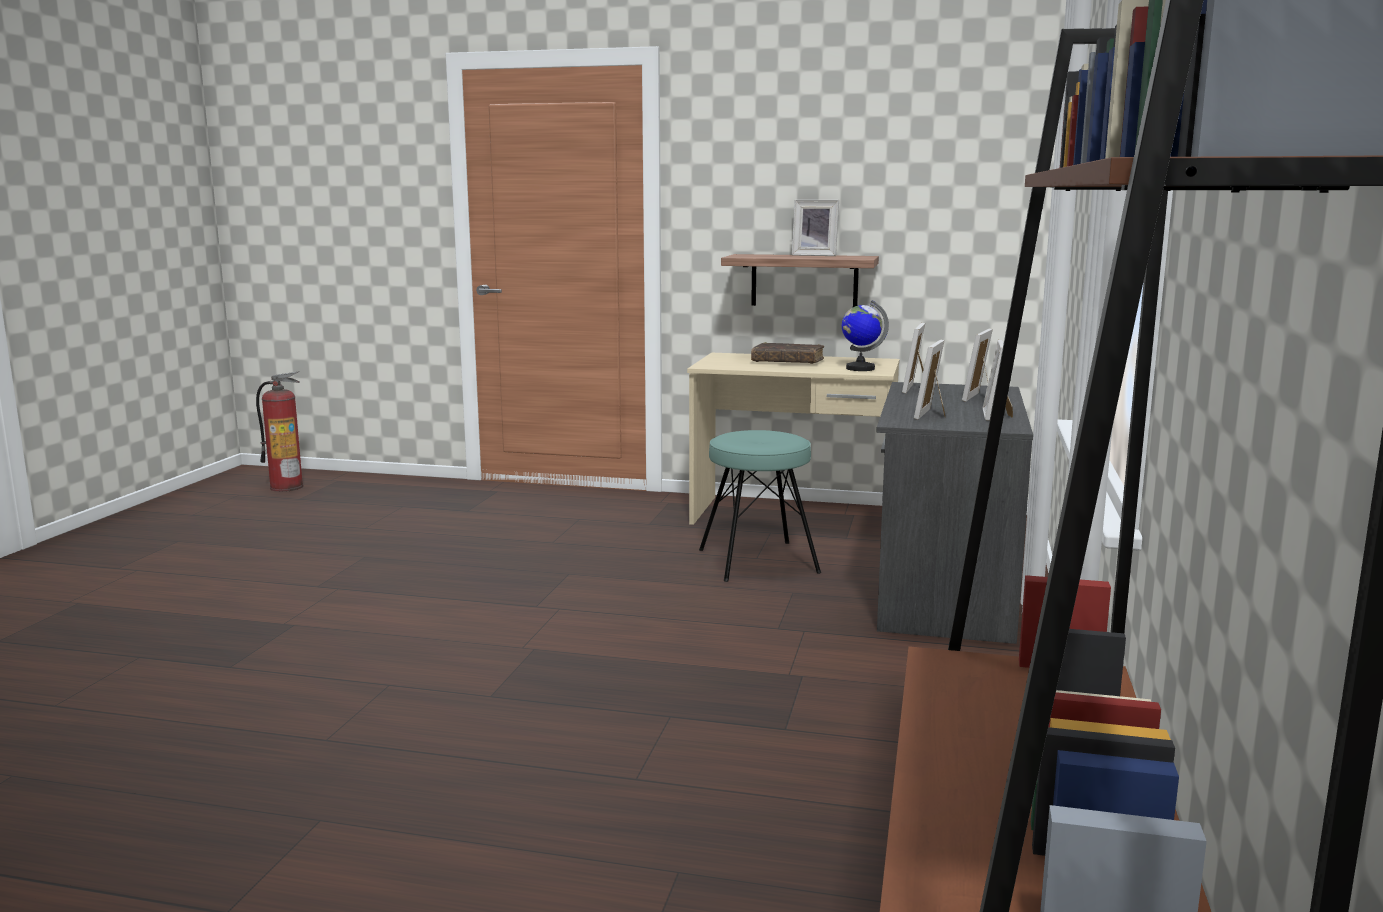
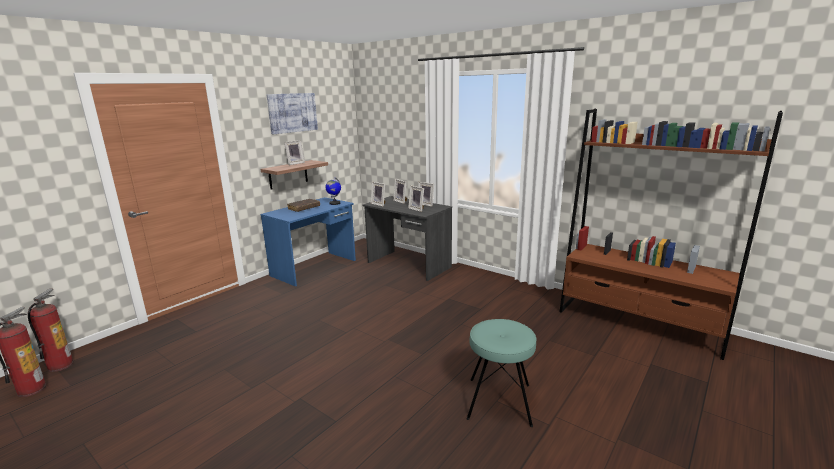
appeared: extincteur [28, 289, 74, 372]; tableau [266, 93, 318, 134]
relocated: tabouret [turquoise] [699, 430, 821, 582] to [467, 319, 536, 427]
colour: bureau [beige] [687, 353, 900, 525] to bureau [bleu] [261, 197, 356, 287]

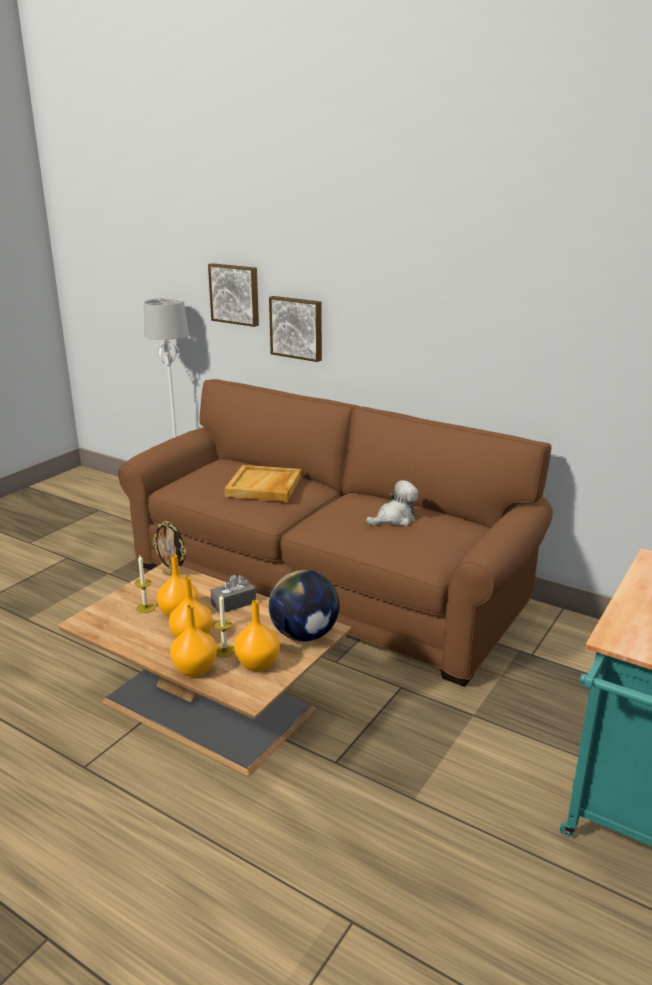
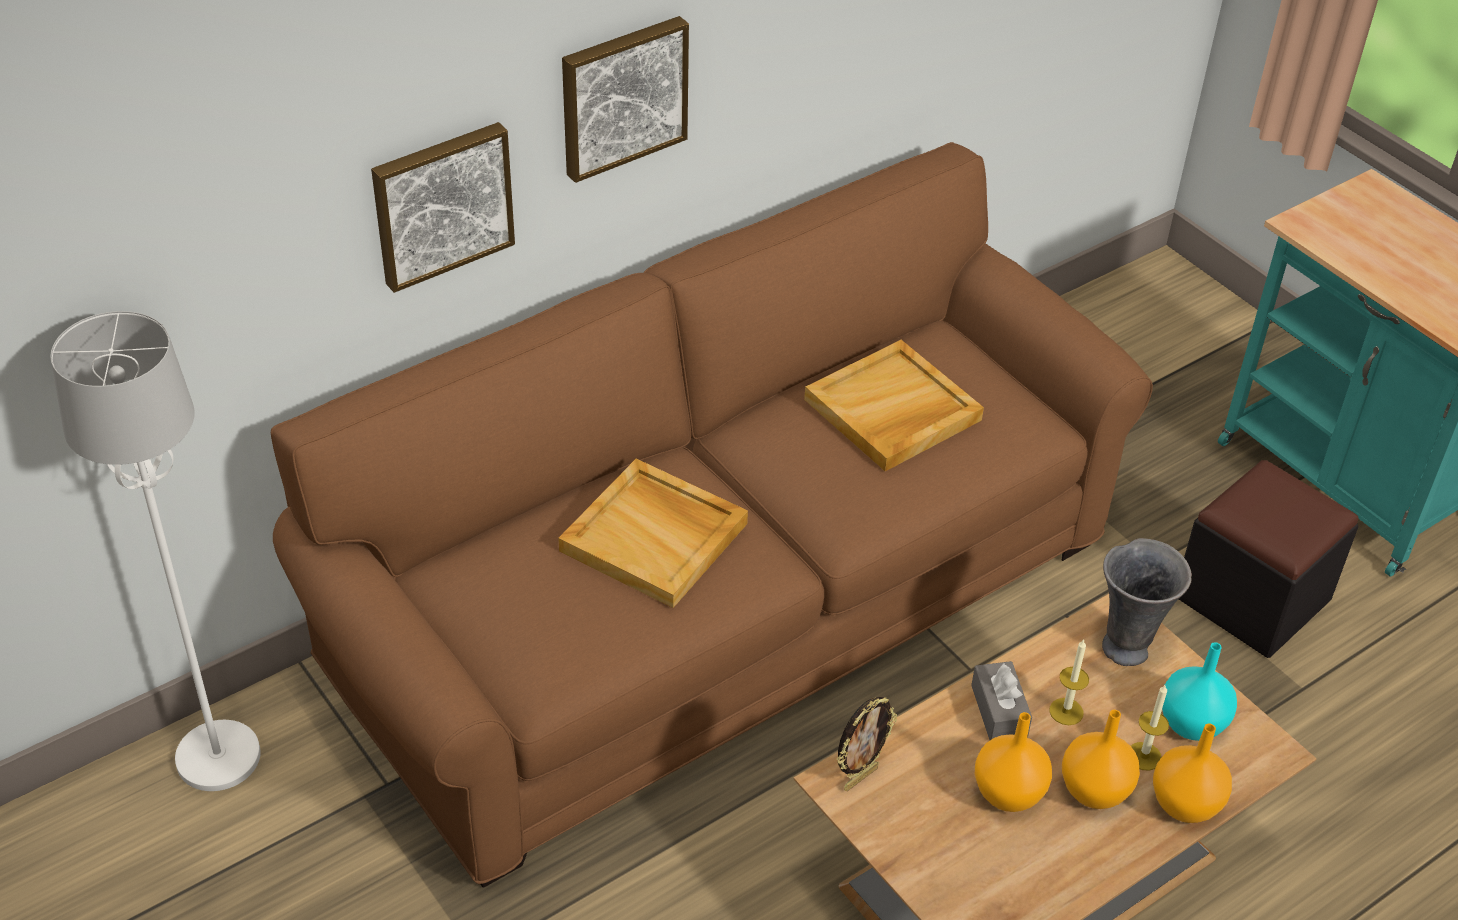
appeared: pouf [noir] [1179, 460, 1359, 658]
relocated: tableau [208, 263, 259, 327] to [562, 16, 689, 183]; bougie [135, 555, 155, 613] to [1049, 639, 1089, 725]
exchanged: peluche [366, 480, 418, 526] to plateau [beige] [804, 340, 984, 471]; globe [269, 570, 340, 641] to vase [gris] [1102, 538, 1192, 666]
colour: vase [orange] [234, 600, 280, 671] to vase [turquoise] [1162, 642, 1237, 741]

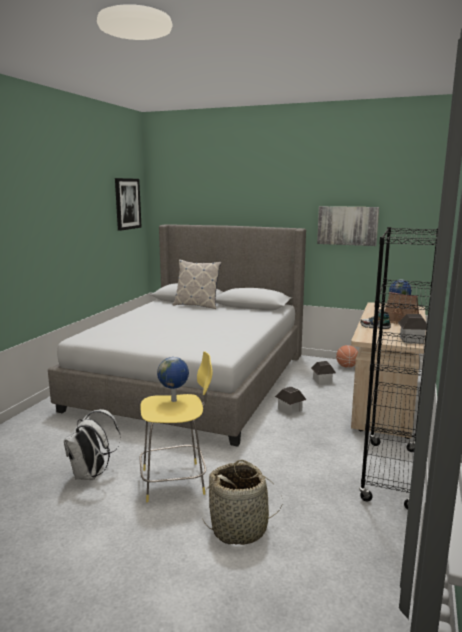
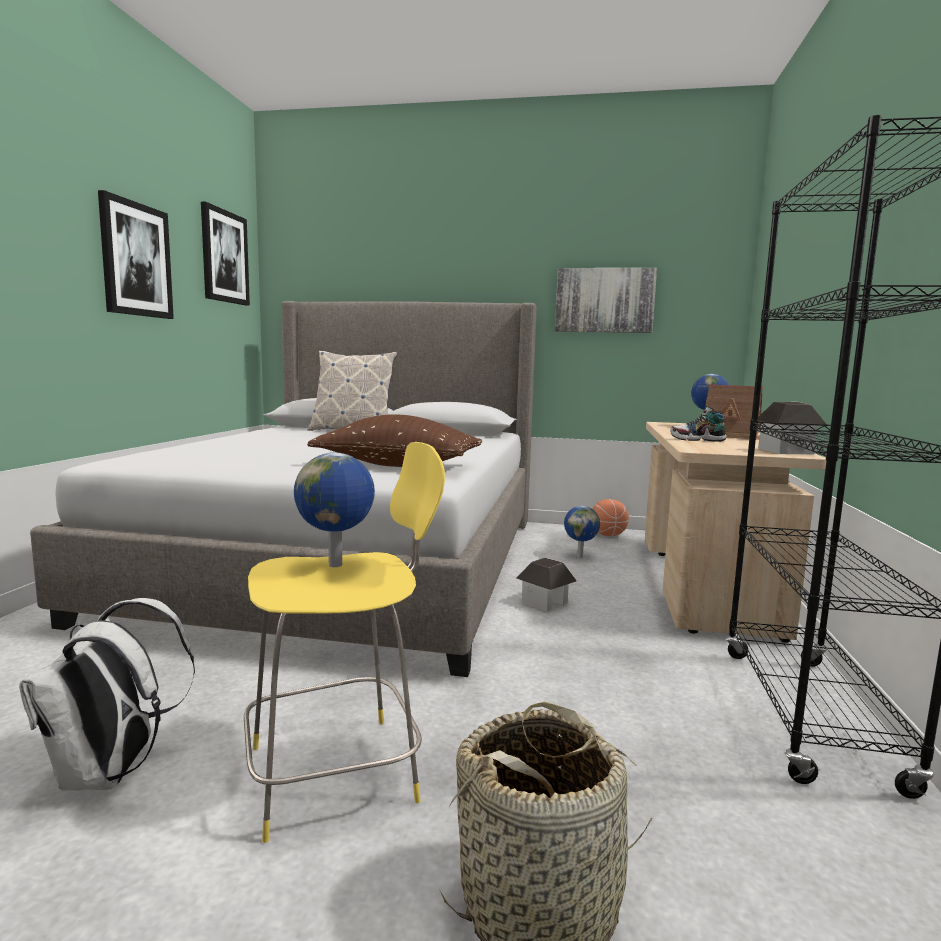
appeared: tableau [98, 190, 174, 319]; coussin [marron] [307, 414, 482, 467]
exchanged: maison miniature [311, 361, 336, 385] to globe [564, 506, 600, 558]

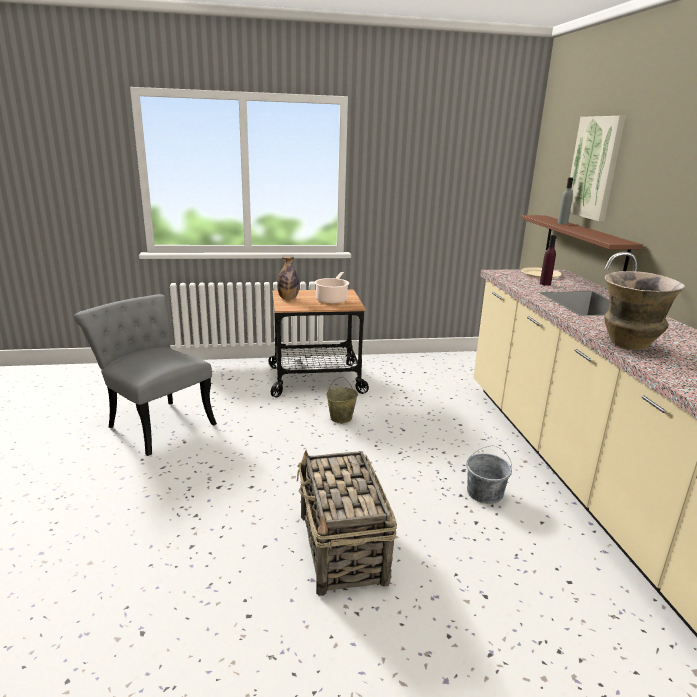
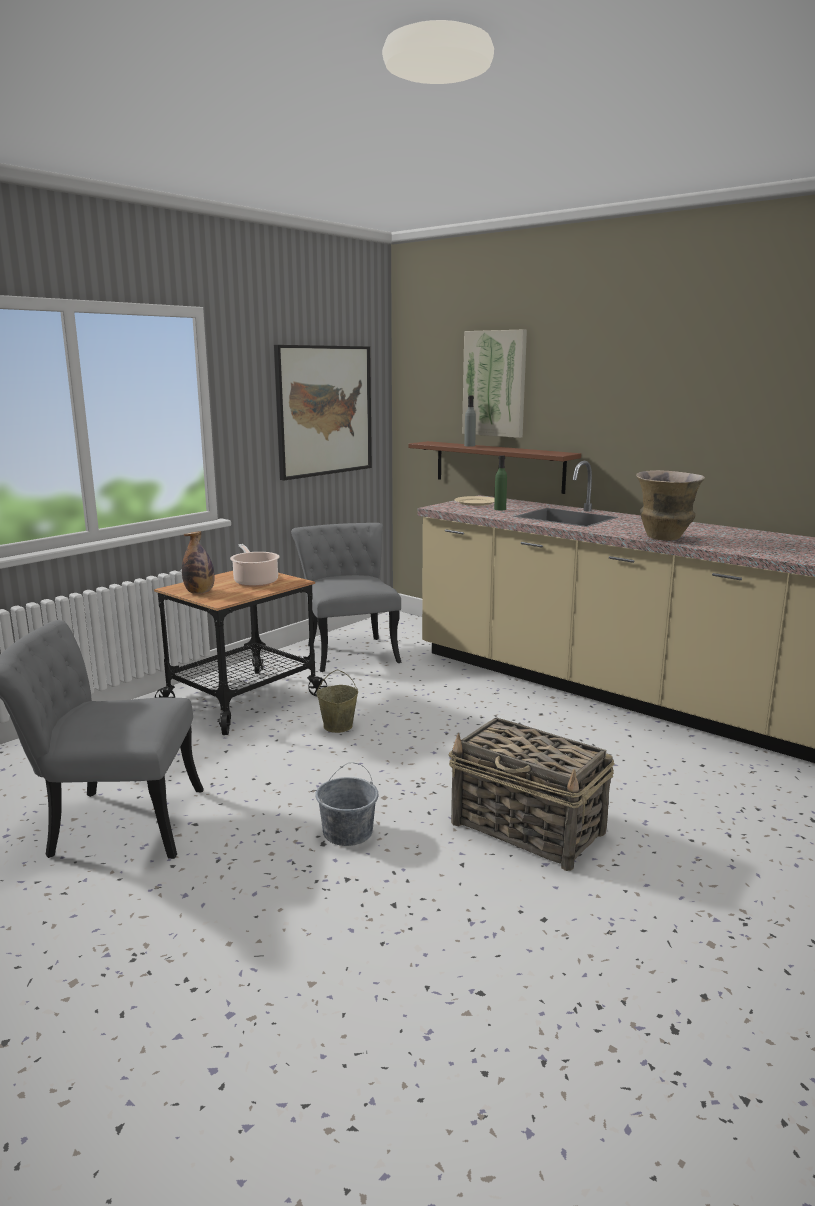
appeared: tableau [274, 345, 372, 480]; chaise [gris] [291, 523, 402, 672]
relocated: seau [gris] [466, 446, 512, 504] to [315, 763, 378, 846]
colour: bouteille [violet] [540, 235, 556, 286] to bouteille [vert] [494, 455, 507, 510]

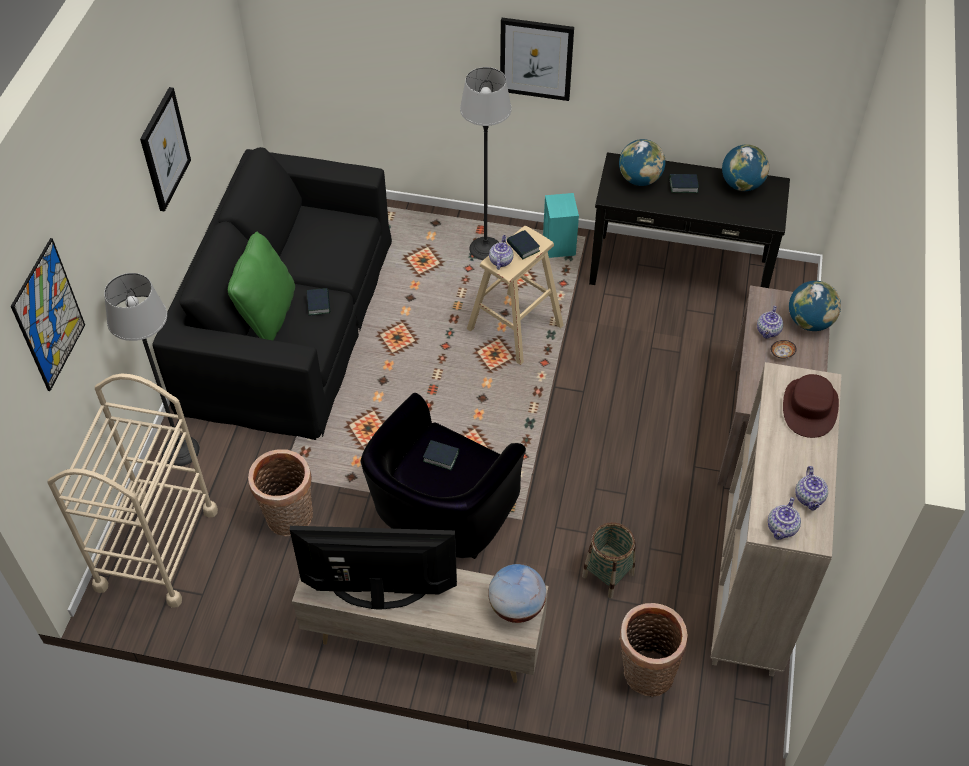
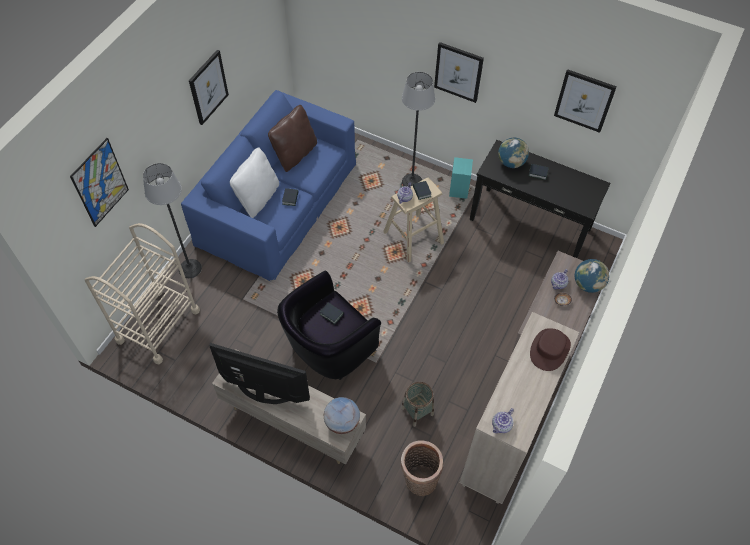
missing: panier [248, 449, 313, 536]; globe [722, 144, 769, 191]; théière [795, 466, 828, 511]
appeared: coussin [marron] [268, 105, 317, 172]; tableau [554, 69, 617, 133]
colour: canapé [noir] [152, 147, 392, 440] to canapé [bleu] [181, 90, 356, 281]; coussin [vert] [228, 232, 295, 340] to coussin [blanc] [230, 147, 279, 218]

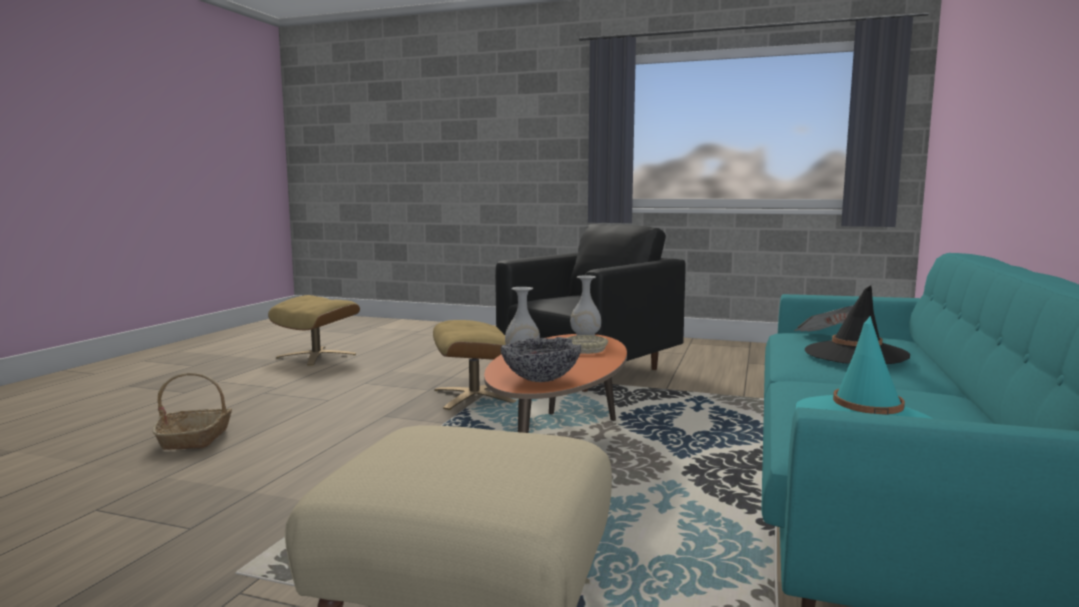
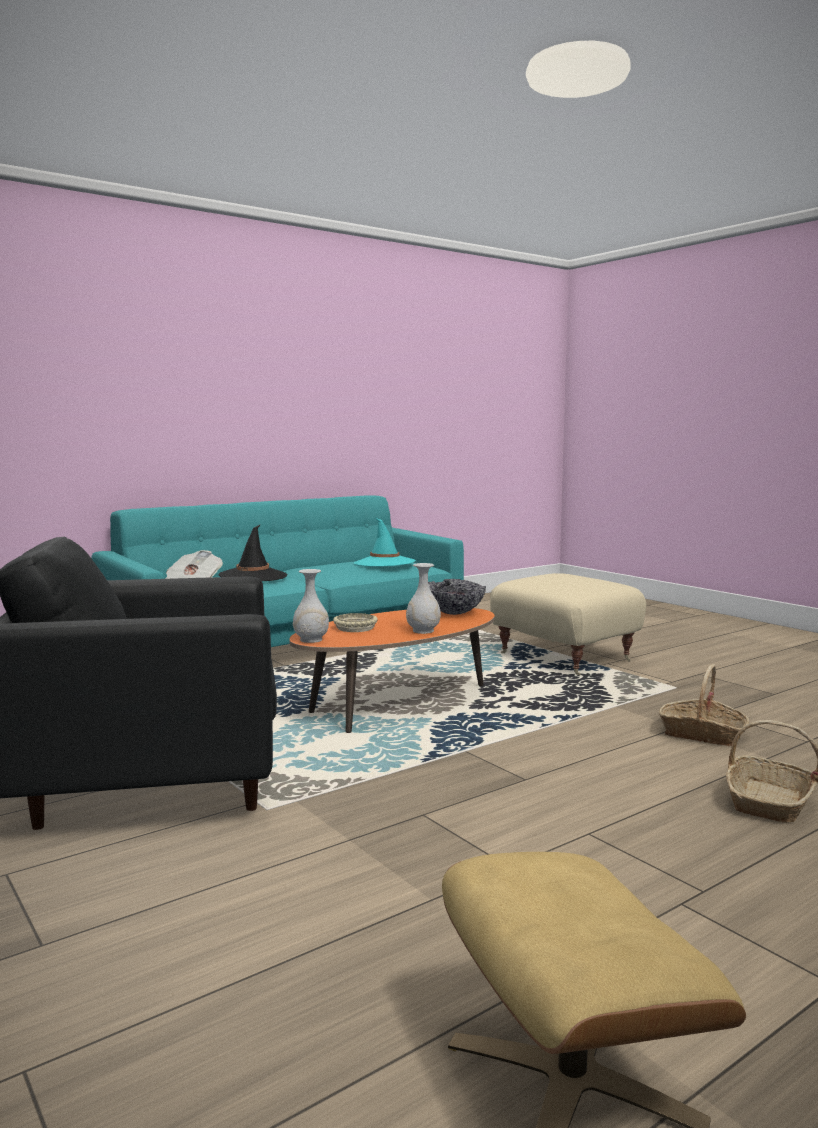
missing: pouf [beige] [433, 320, 517, 410]
appeared: panier [659, 664, 749, 746]

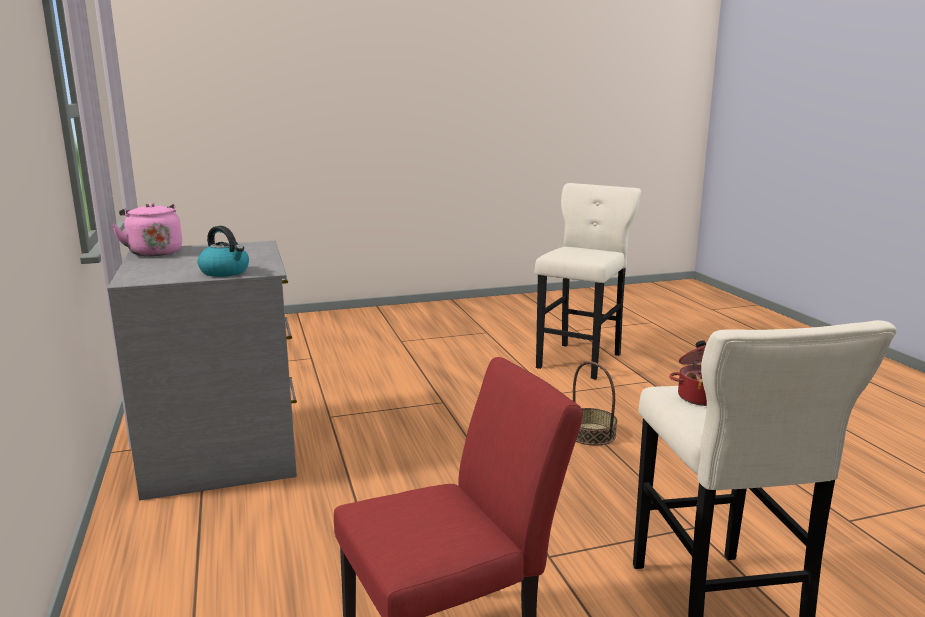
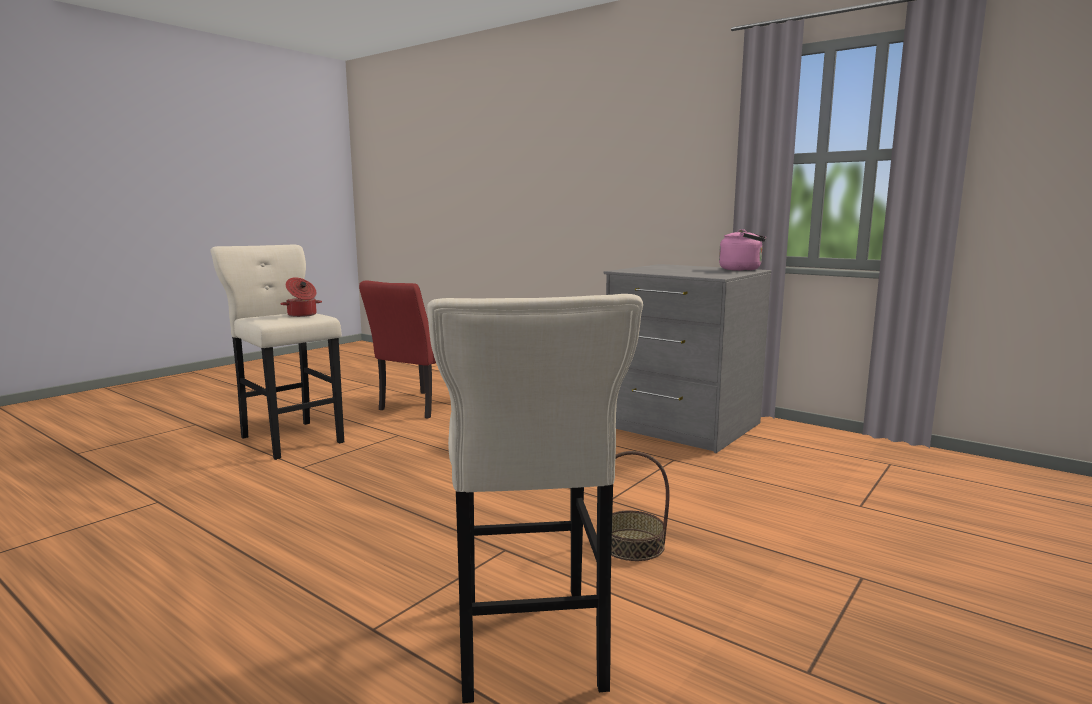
missing: bouilloire [198, 226, 249, 277]
relocated: panier [573, 361, 617, 446] to [611, 451, 670, 561]

